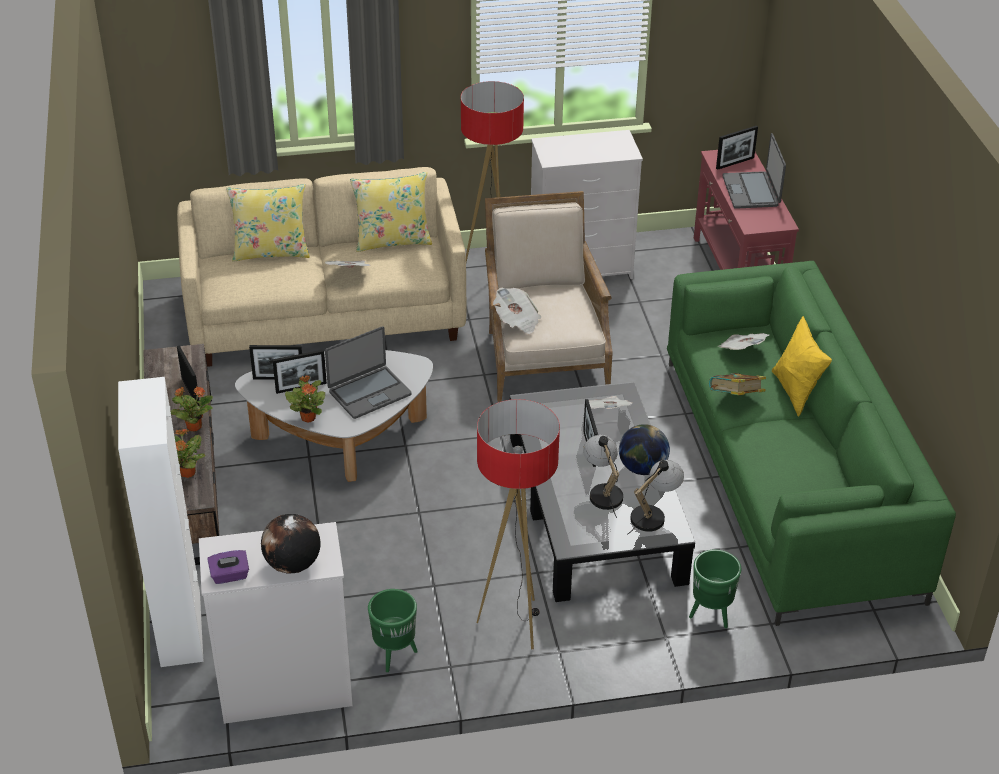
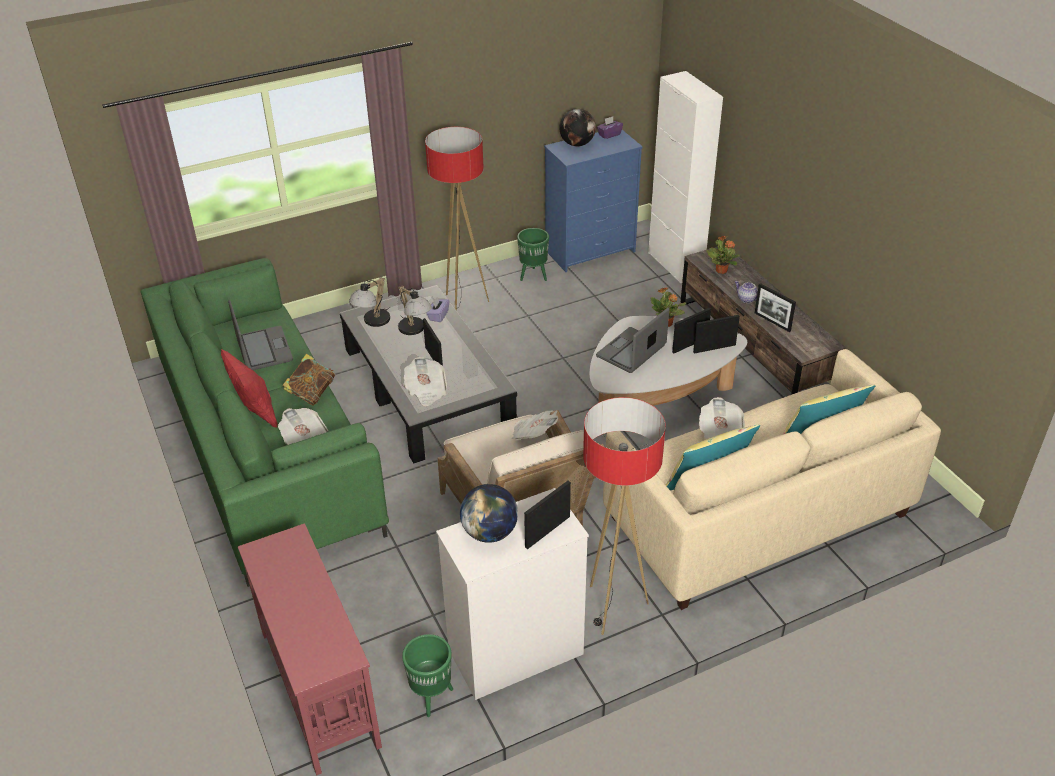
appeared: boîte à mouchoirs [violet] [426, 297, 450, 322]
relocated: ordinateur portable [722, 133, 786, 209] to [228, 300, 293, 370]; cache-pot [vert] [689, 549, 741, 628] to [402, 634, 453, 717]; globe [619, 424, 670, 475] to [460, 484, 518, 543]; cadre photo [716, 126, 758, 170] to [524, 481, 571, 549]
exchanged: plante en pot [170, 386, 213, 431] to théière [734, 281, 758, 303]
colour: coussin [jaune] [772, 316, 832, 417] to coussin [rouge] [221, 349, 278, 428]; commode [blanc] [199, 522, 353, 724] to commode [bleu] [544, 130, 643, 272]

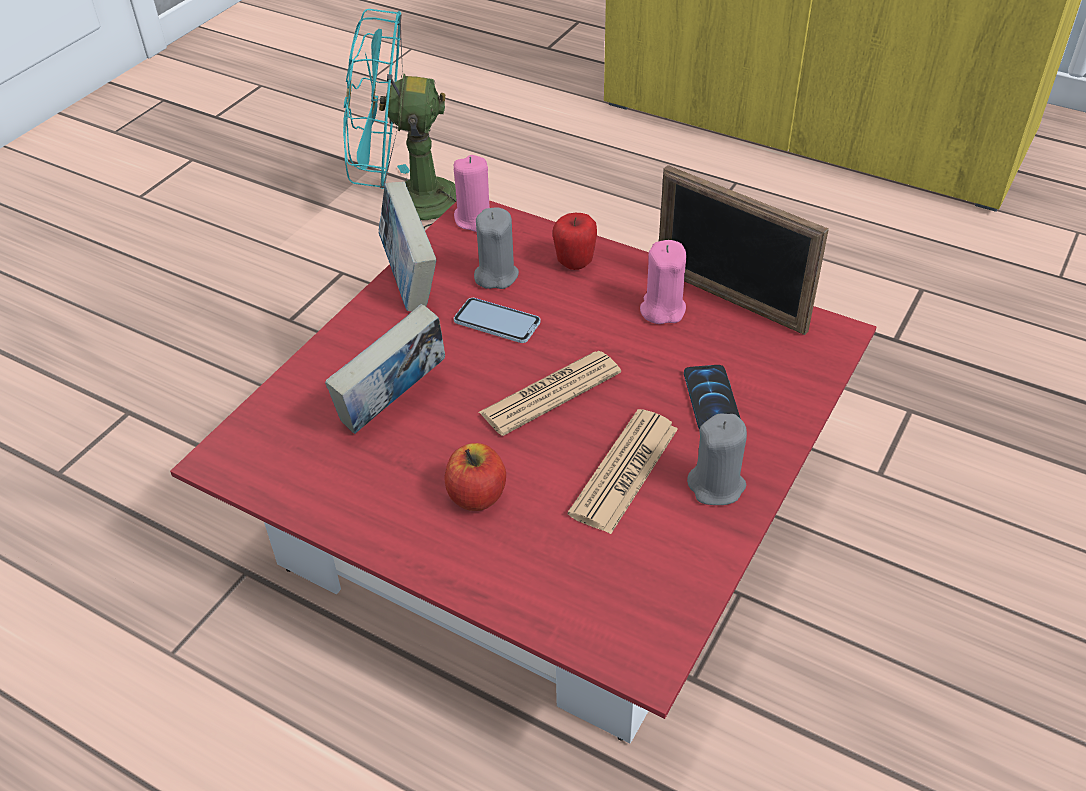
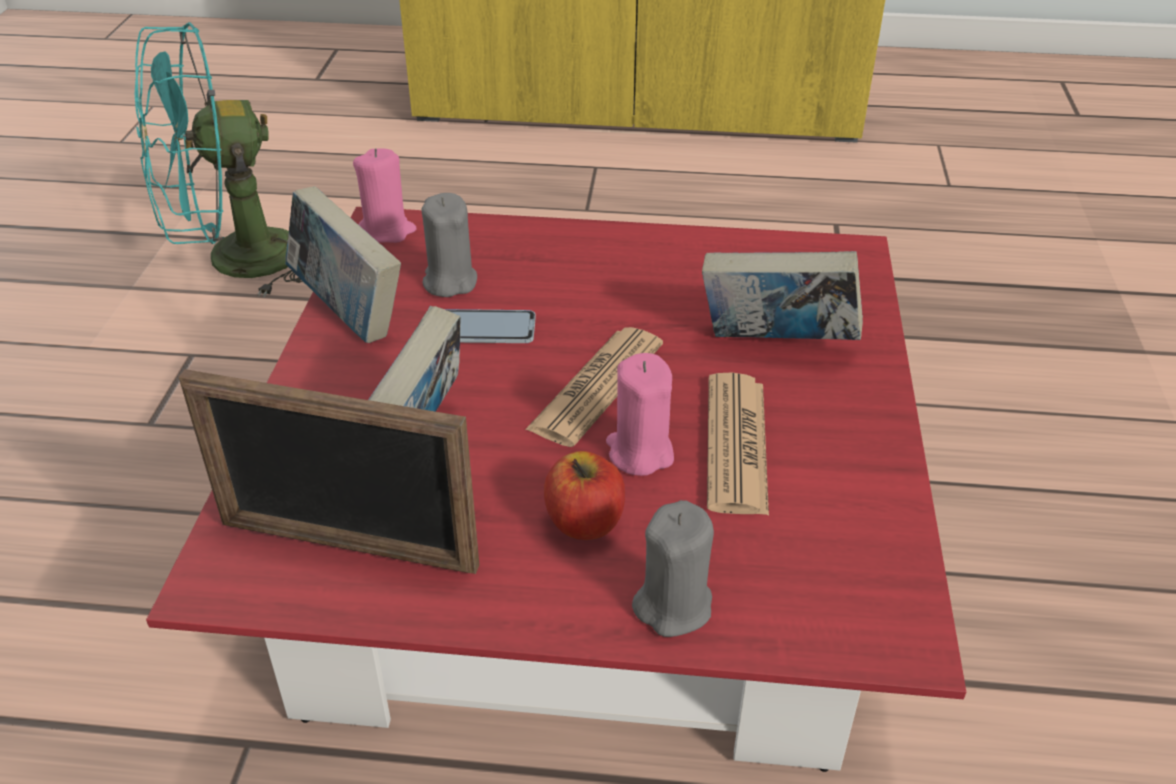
missing: pomme [553, 213, 597, 270]
relocated: cadre photo [659, 165, 829, 335] to [179, 369, 479, 574]; bougie [rose] [640, 240, 686, 324] to [606, 353, 674, 476]; bougie [gris] [687, 413, 747, 505] to [632, 500, 714, 637]
exchanged: téléphone [684, 365, 741, 430] to livre [702, 251, 863, 340]

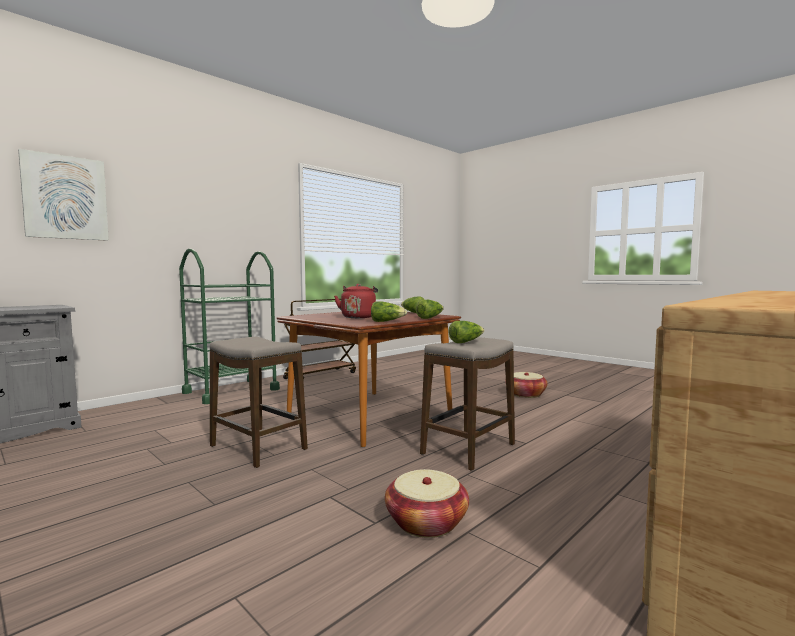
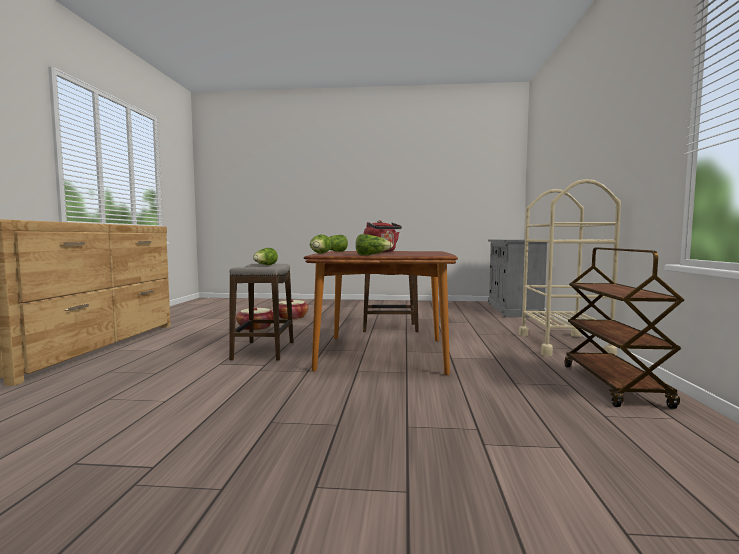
missing: tableau [18, 149, 109, 241]
relocated: panier [505, 372, 548, 398] to [279, 300, 309, 320]
colour: chariot [vert] [179, 249, 280, 404] to chariot [beige] [519, 179, 621, 356]

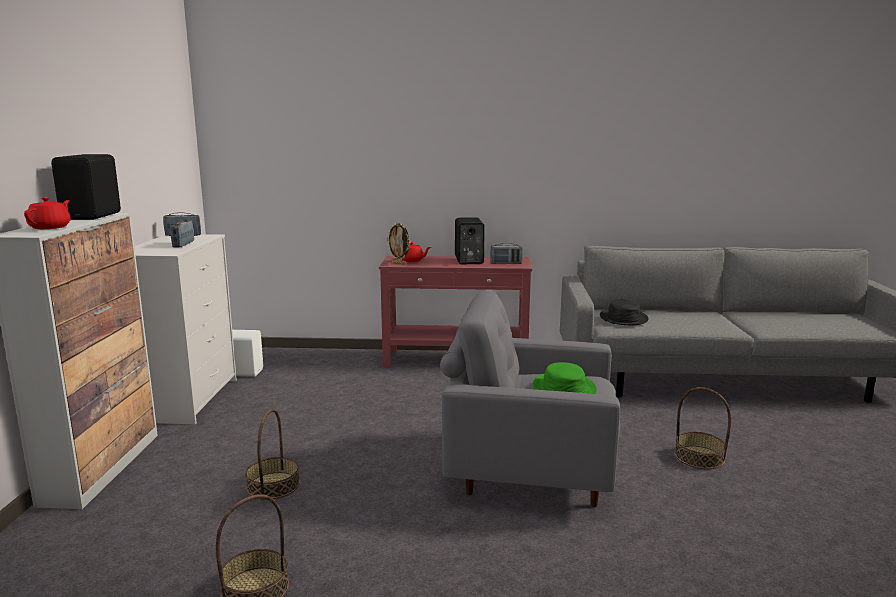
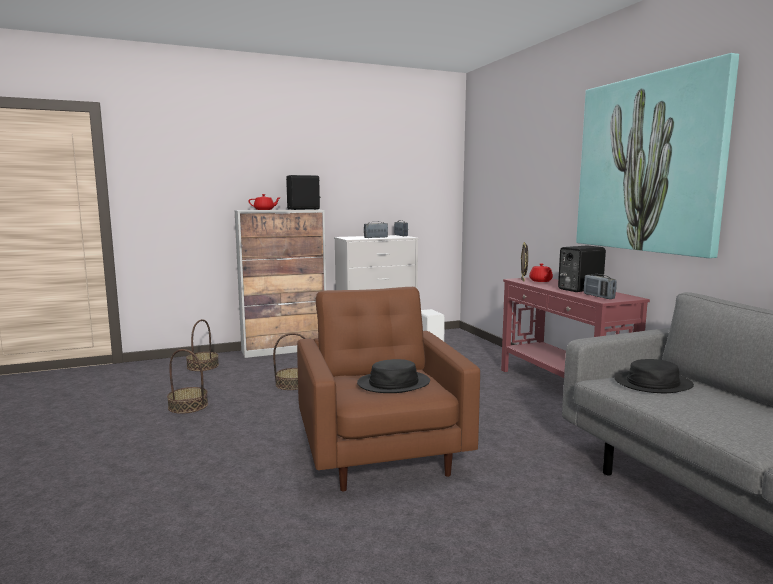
appeared: tableau [576, 53, 739, 258]
relocated: panier [674, 387, 731, 469] to [186, 319, 219, 371]
colour: fauteuil [gris] [440, 291, 620, 507] to fauteuil [marron] [297, 287, 480, 491]; chapeau [vert] [533, 362, 597, 394] to chapeau [noir] [357, 359, 430, 393]

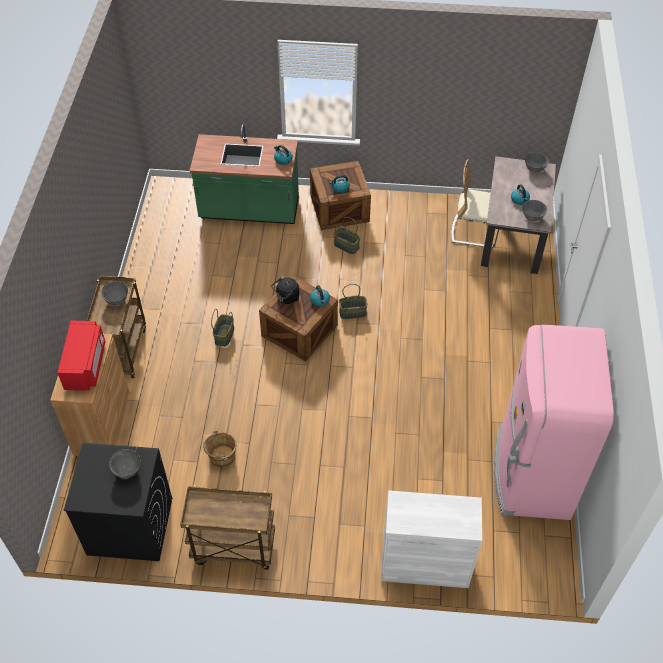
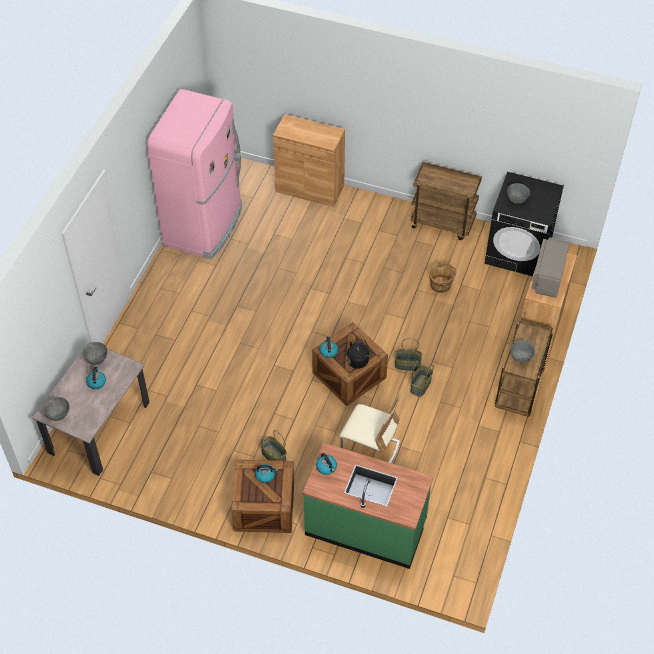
relocated: chaise [beige] [451, 159, 499, 247] to [340, 394, 401, 463]; panier [339, 284, 368, 319] to [395, 338, 422, 371]
colour: meuble de rangement [blanc] [381, 490, 482, 588] to meuble de rangement [marron] [273, 114, 345, 207]; micro-ondes [rouge] [57, 321, 105, 391] to micro-ondes [gris] [532, 237, 570, 298]

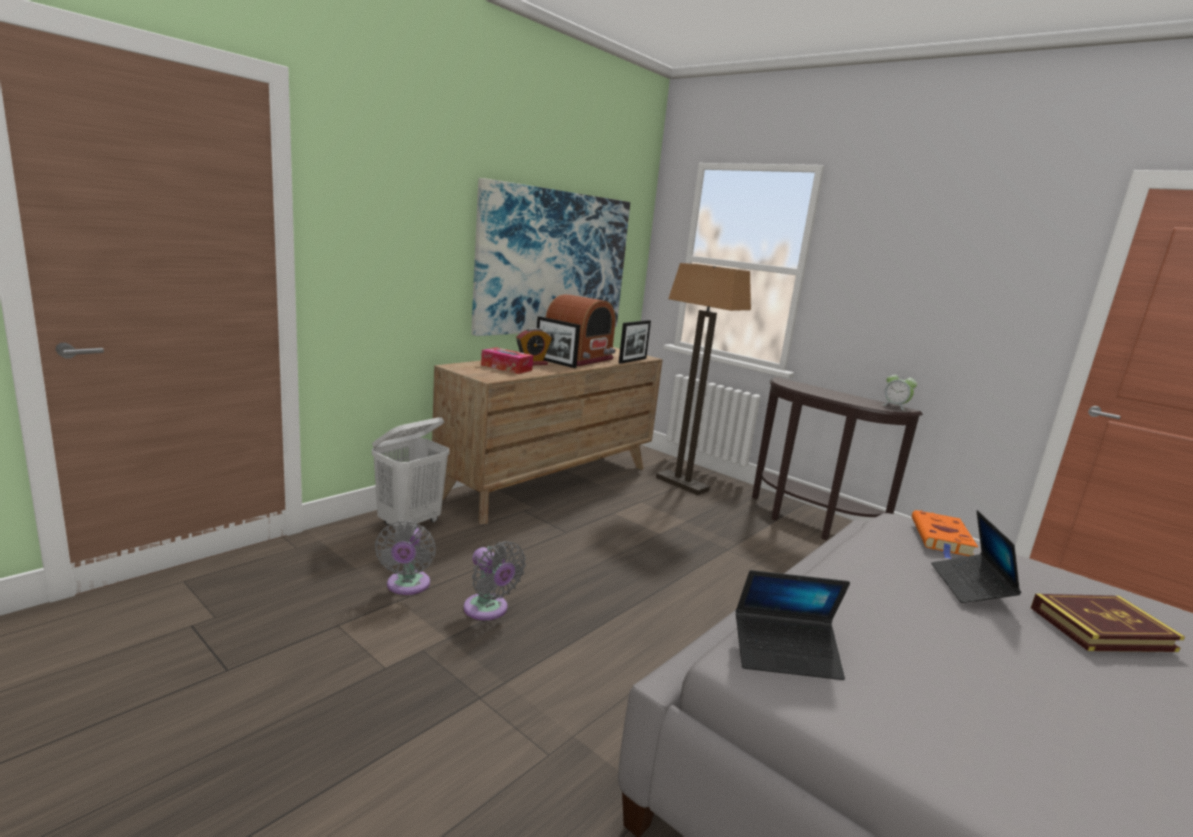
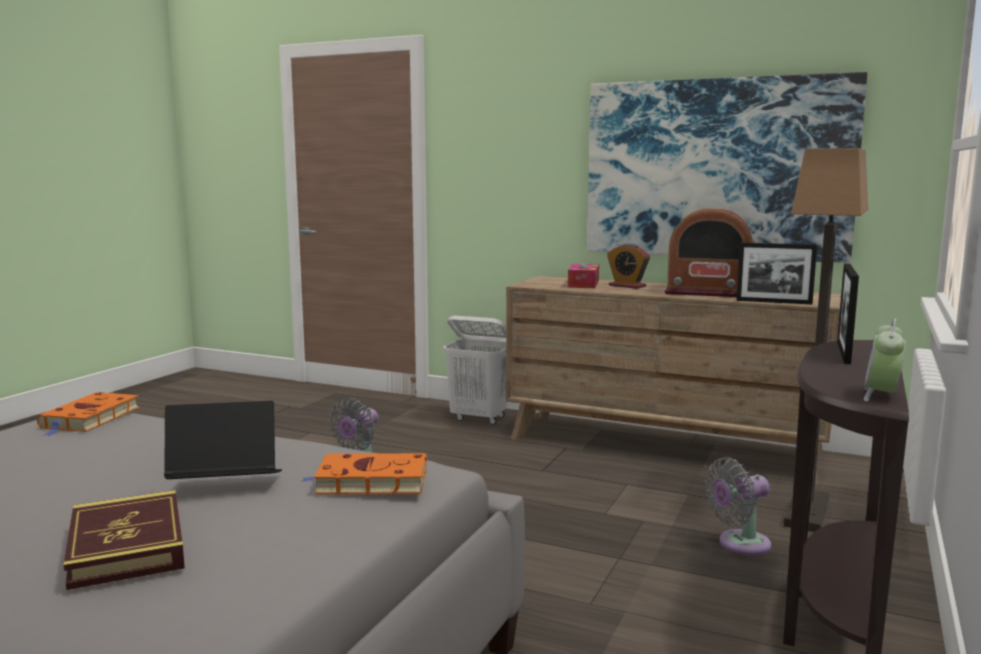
relocated: ventilateur [gris] [375, 521, 436, 595] to [705, 457, 771, 555]; cadre photo [537, 316, 580, 368] to [837, 263, 859, 364]
exchanged: ordinateur portable [736, 570, 850, 680] to livre [orange] [37, 392, 140, 436]

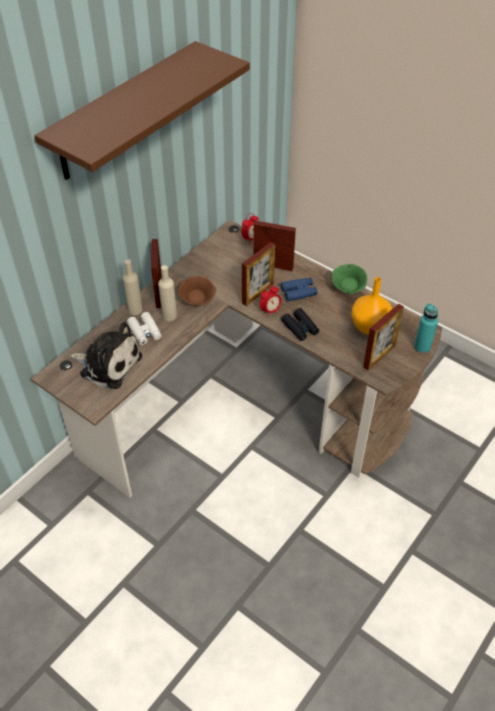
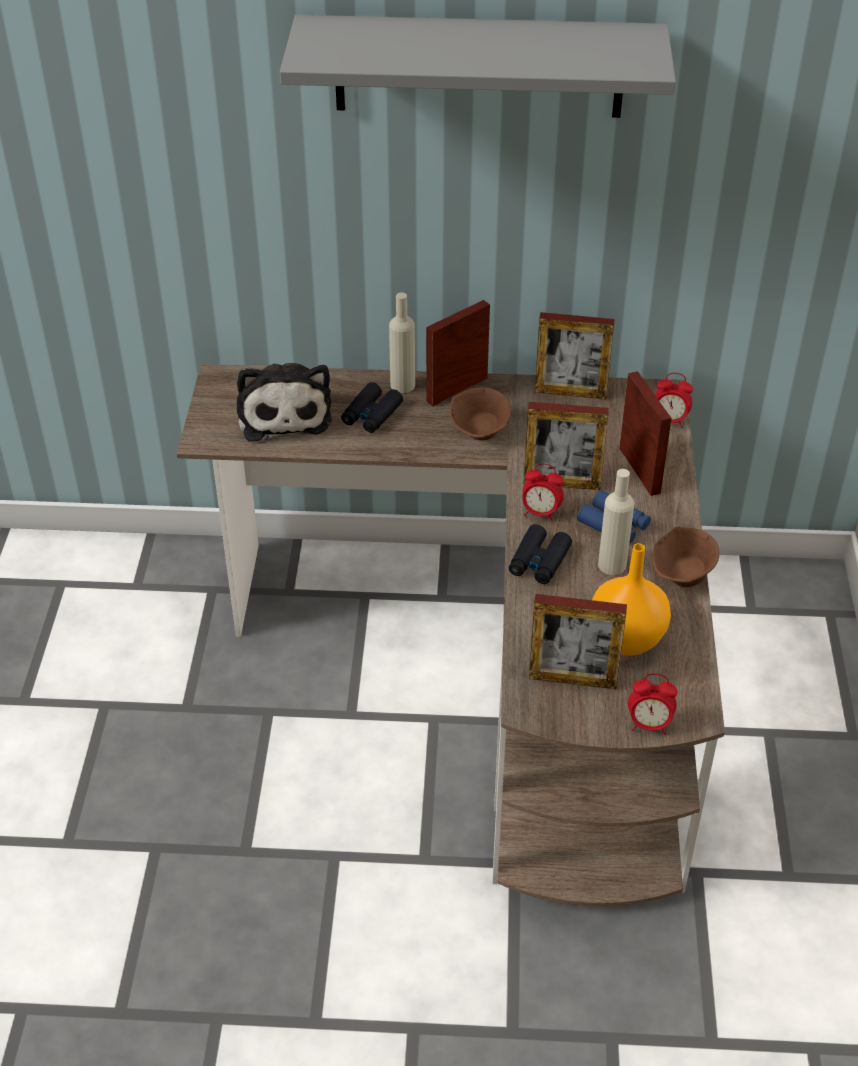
appeared: cadre photo [535, 312, 615, 399]
relocated: bouteille [beige] [158, 265, 177, 321] to [598, 469, 635, 575]
exchanged: bouteille [turquoise] [414, 304, 438, 353] to réveil [628, 674, 677, 735]
colour: étagère [marron] [34, 41, 250, 180] to étagère [gris] [280, 15, 676, 118]; jumelles [blanc] [127, 312, 161, 345] to jumelles [noir] [341, 382, 403, 433]; bol [vert] [332, 264, 367, 294] to bol [marron] [652, 527, 719, 587]

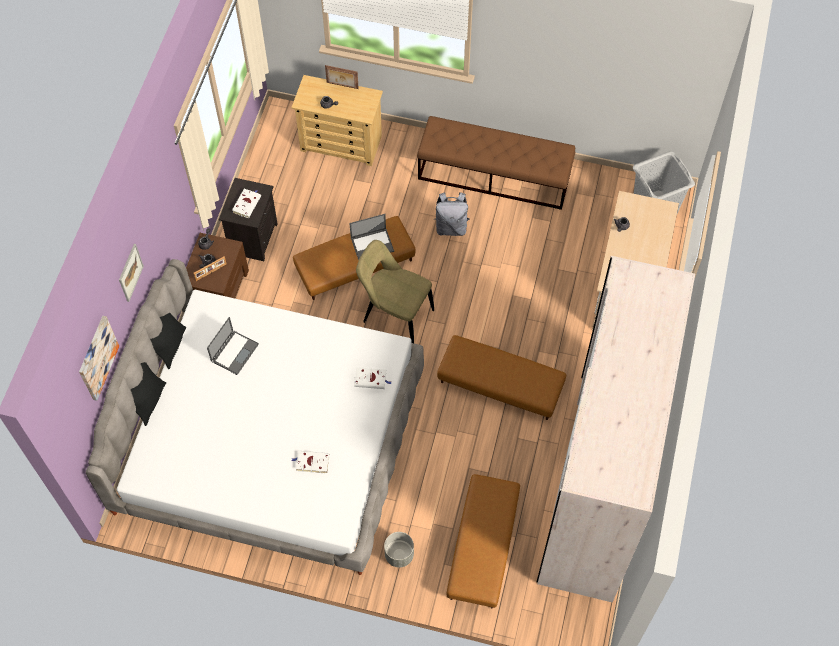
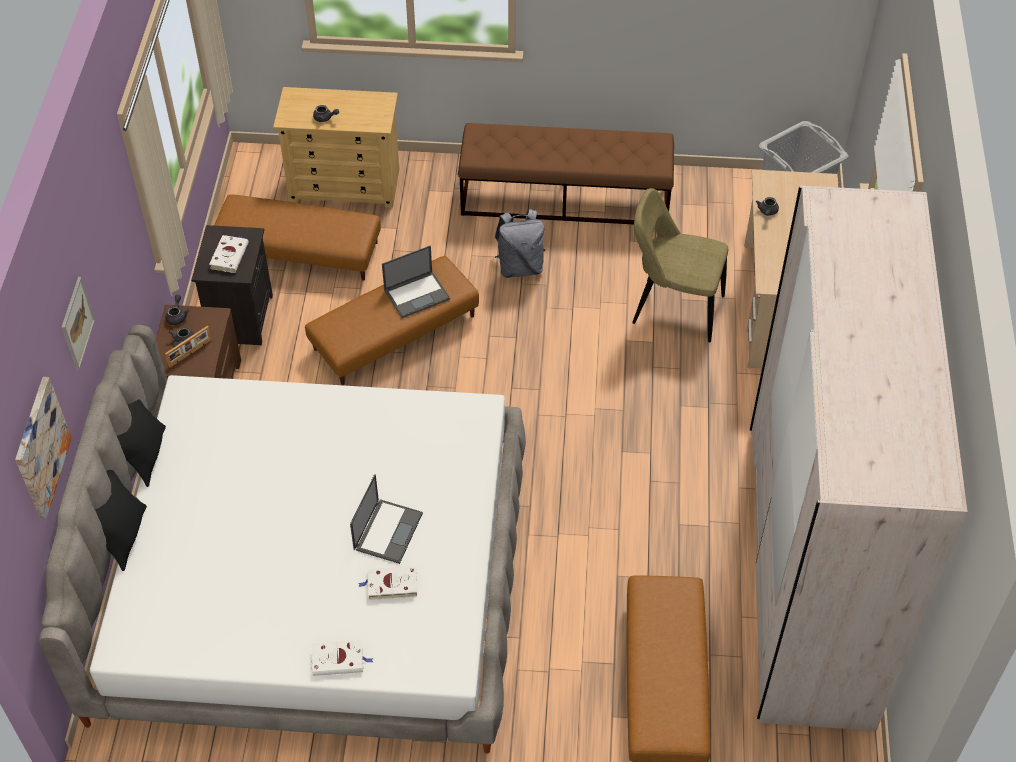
missing: cadre photo [325, 65, 359, 89]; cache-pot [gris] [384, 532, 414, 567]
relocated: pouf [marron] [437, 335, 566, 420] to [214, 194, 381, 280]; livre [blanc] [354, 367, 391, 389] to [311, 640, 373, 676]; ordinateur portable [207, 317, 259, 375] to [350, 474, 423, 564]; chaise [beige] [356, 240, 434, 343] to [632, 188, 728, 342]

